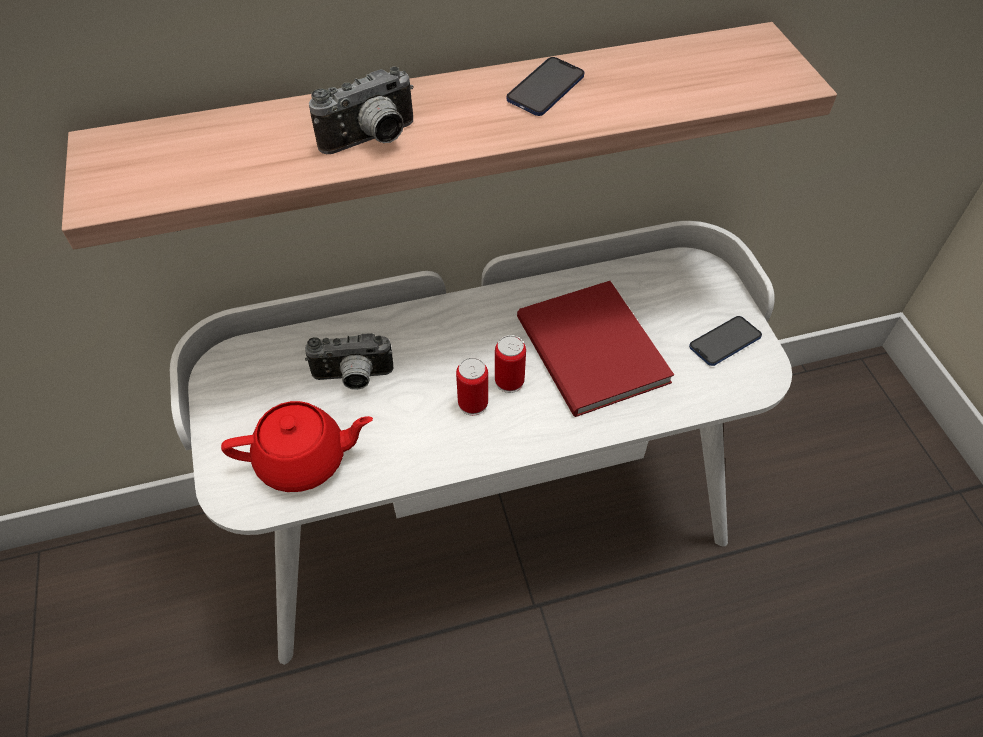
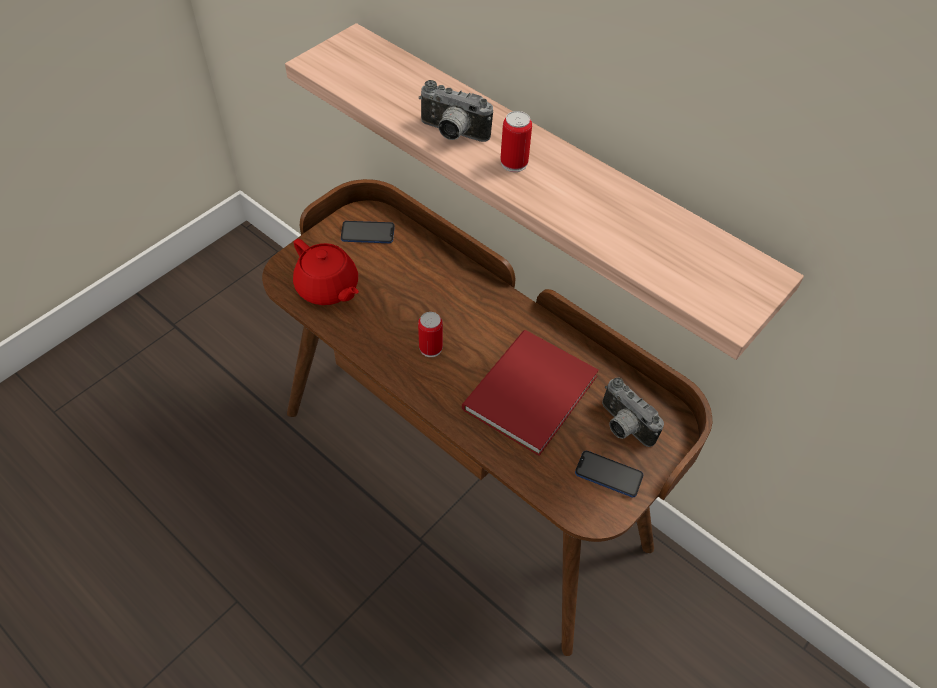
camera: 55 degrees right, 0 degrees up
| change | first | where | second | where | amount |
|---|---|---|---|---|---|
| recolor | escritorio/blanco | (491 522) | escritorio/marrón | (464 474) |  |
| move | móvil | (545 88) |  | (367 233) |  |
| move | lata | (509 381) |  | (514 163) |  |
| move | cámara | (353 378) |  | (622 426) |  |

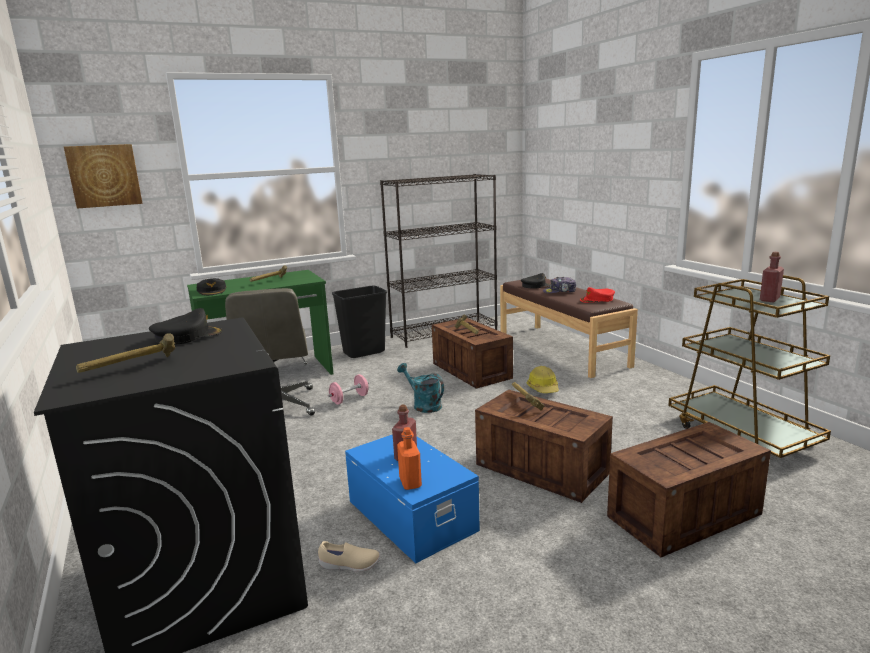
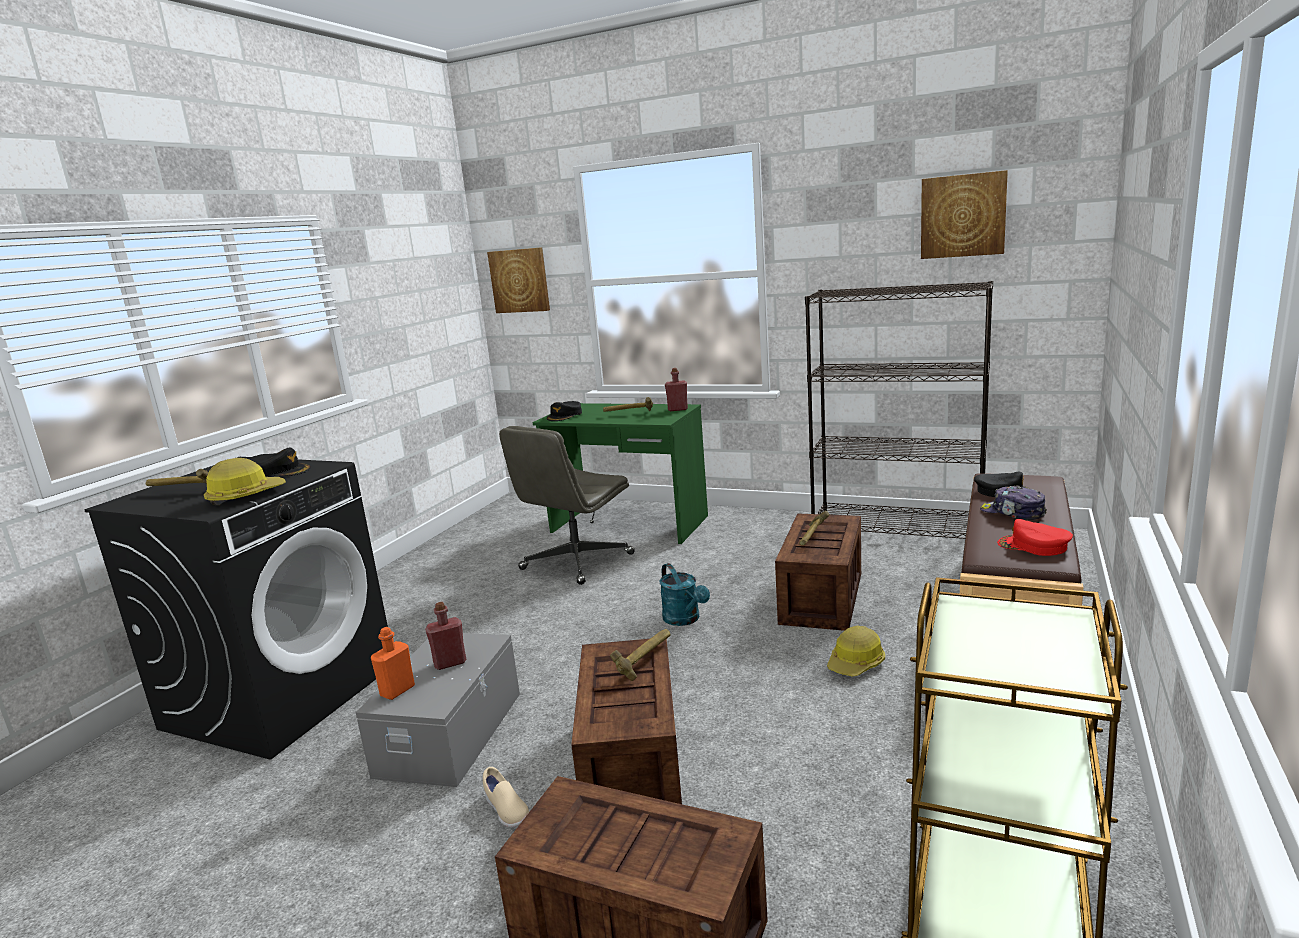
camera: 50 degrees right, 0 degrees up
| change | first | where | second | where | amount |
|---|---|---|---|---|---|
| insert |  |  | casco | (245 496) |  |
| recolor | caja de almacenaje/azul | (412 514) | caja de almacenaje/gris | (452 733) |  |
| move | zapato/beis | (349 565) |  | (506 811) |  |
| rotate | regadera/turquesa | (423 405) |  | (685 620) | 150 degrees clockwise |
| move | botella/rojo | (769 299) |  | (677 409) |  |
| insert |  |  | cuadro | (963 216) |  |
| delete | mancuerna/rosa | (349 399) |  |  |  |
| delete | papelera/negro | (364 352) |  |  |  |

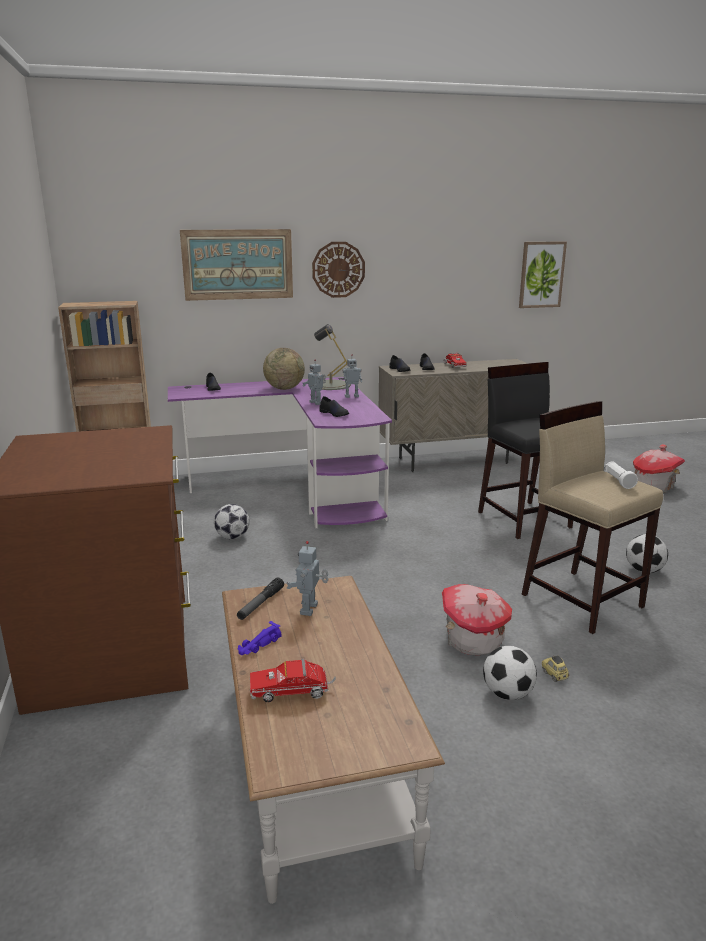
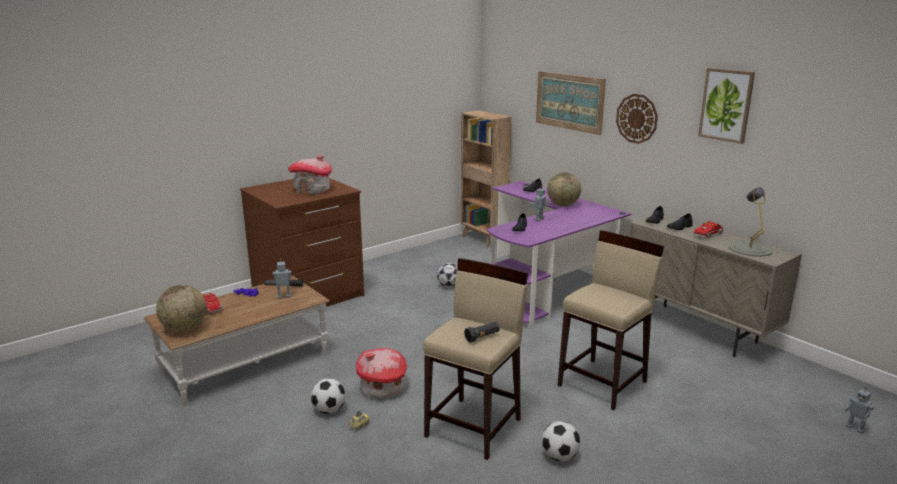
camera: 65 degrees right, 0 degrees up
| change | first | where | second | where | amount |
|---|---|---|---|---|---|
| insert |  |  | globo terráqueo | (184 328) |  |
| move | casita | (653 486) |  | (312 190) |  |
| recolor | linterna/blanco | (618 481) | linterna/negro | (482 337) |  |
| recolor | taburete/negro | (524 519) | taburete/beis | (603 383) |  |
| move | cuadro | (541 274) |  | (726 105) |  |
| move | lámpara de mesa/gris | (330 385) |  | (750 248) |  |
| move | robot de juguete | (351 396) |  | (855 428) |  |

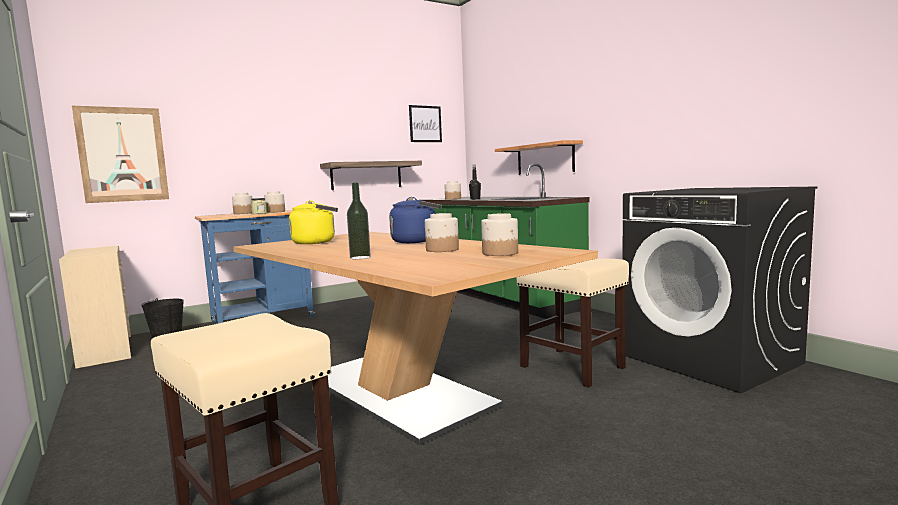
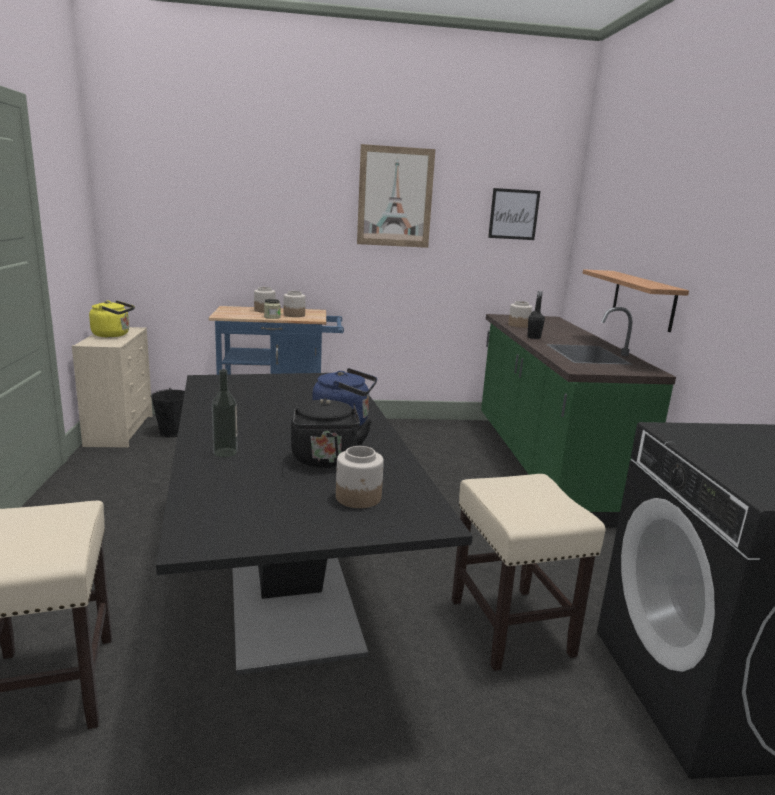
camera: 25 degrees right, 10 degrees up
| change | first | where | second | where | amount |
|---|---|---|---|---|---|
| move | hervidor/amarillo | (316 242) |  | (113 335) |  |
| recolor | mesa de comedor/beis | (396 392) | mesa de comedor/negro | (289 586) |  |
| replace | tarro | (442 250) | hervidor/negro | (325 461) |  |
| move | cuadro | (122 154) |  | (395 197) |  |
| delete | estante | (366 175) |  |  |  |

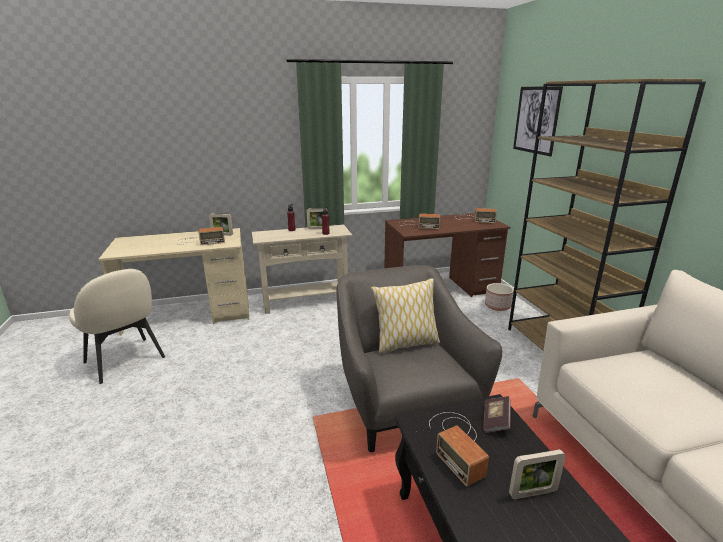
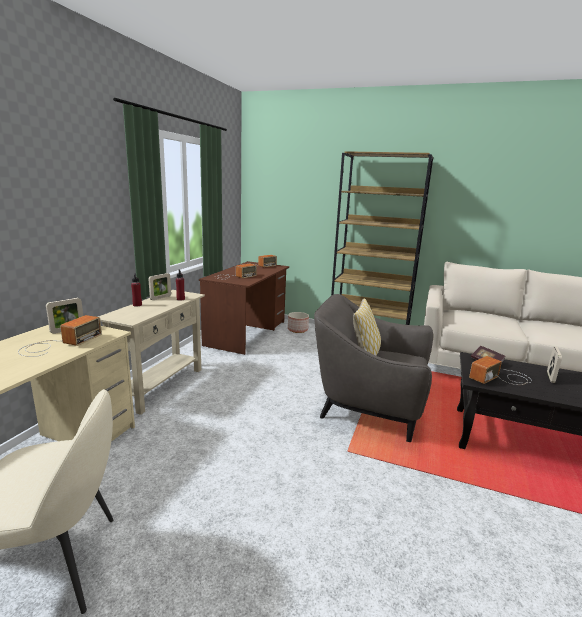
camera: 55 degrees left, 5 degrees down
| change | first | where | second | where | amount |
|---|---|---|---|---|---|
| rotate | radio | (457 443) |  | (502 378) | 135 degrees clockwise |
| delete | cuadro | (536 120) |  |  |  |

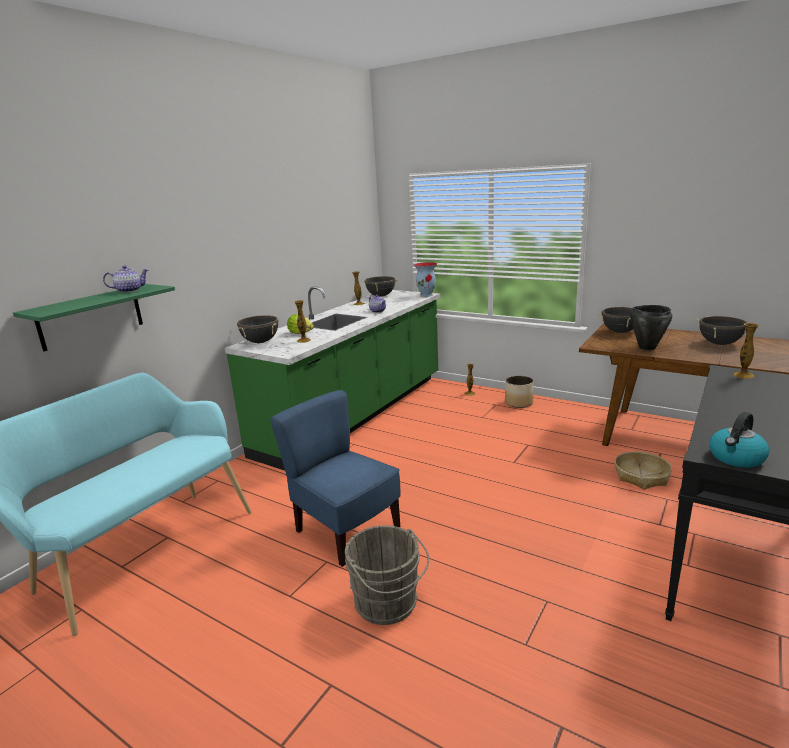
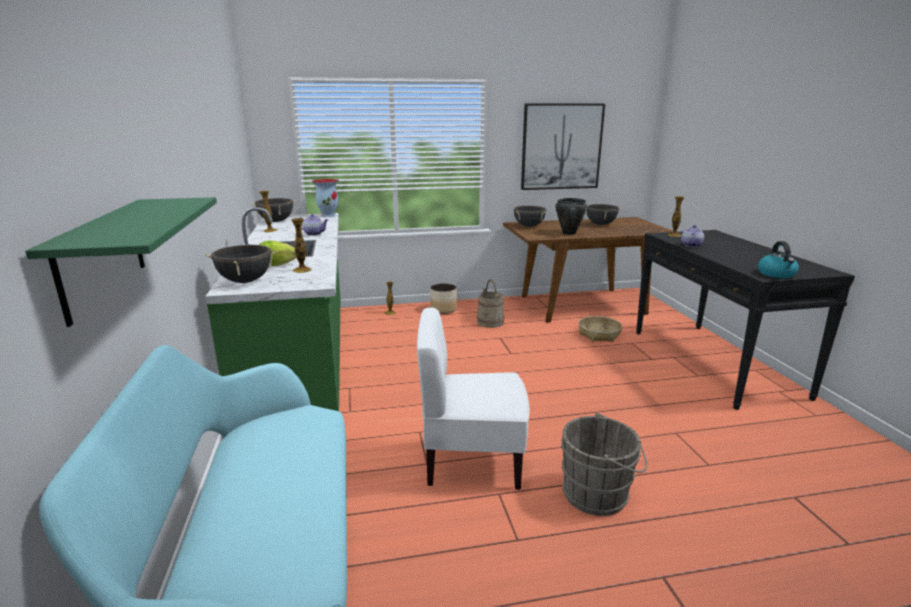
camera: 45 degrees left, 0 degrees up
| change | first | where | second | where | amount |
|---|---|---|---|---|---|
| recolor | silla/azul | (346 531) | silla/blanco | (471 461) |  |
| insert |  |  | cubo/beis | (490 322) |  |
| insert |  |  | cuadro | (561 147) |  |
| move | tetera | (129 290) |  | (690 245) |  |

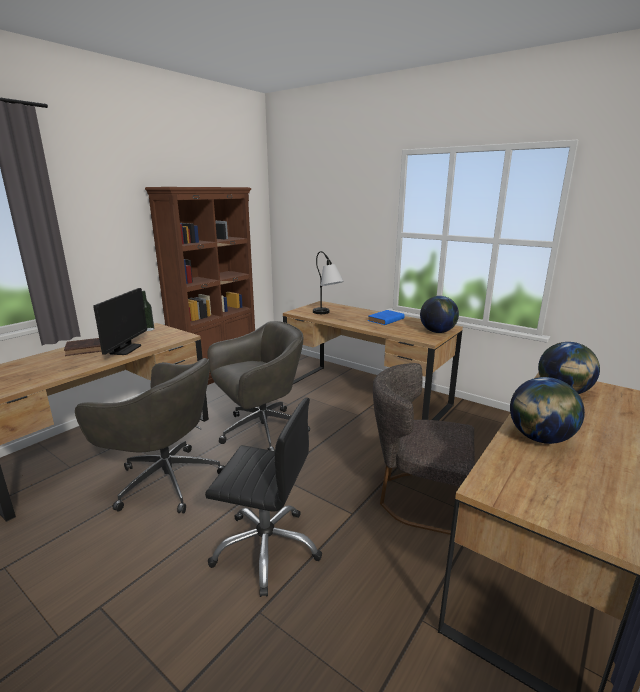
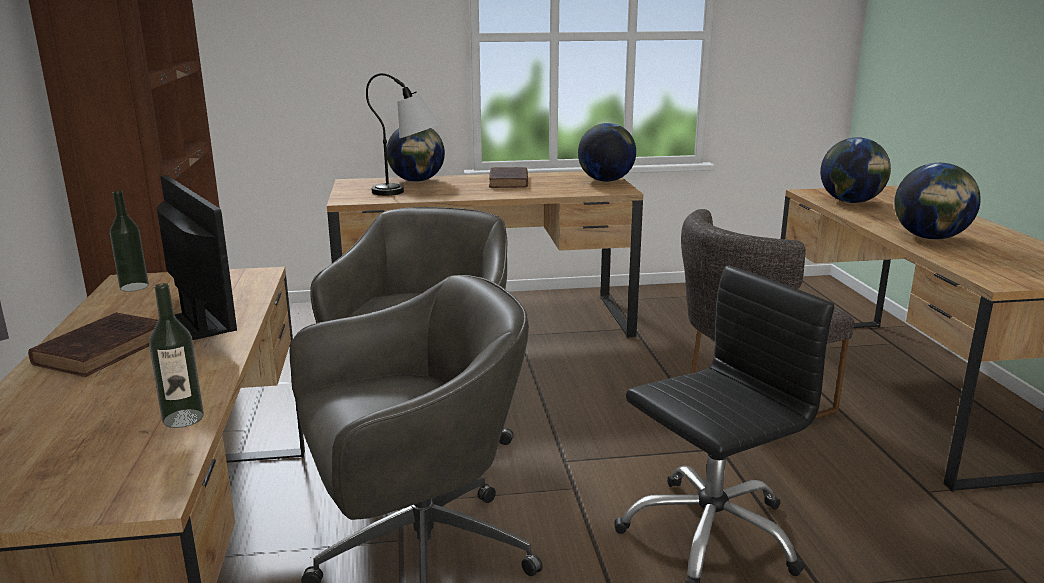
camera: 45 degrees left, 0 degrees up
| change | first | where | second | where | amount |
|---|---|---|---|---|---|
| insert |  |  | botella | (183 418) |  |
| insert |  |  | globo terráqueo | (417 181) |  |
| recolor | libro/azul | (385 320) | libro/marrón | (508 182) |  |

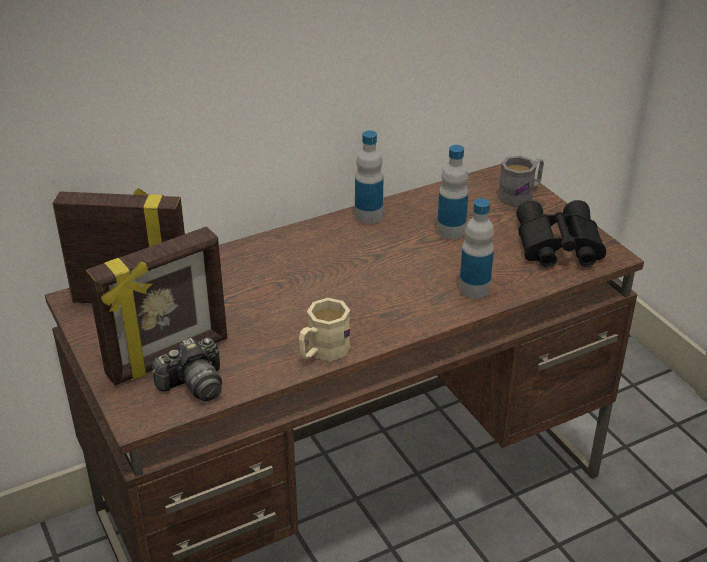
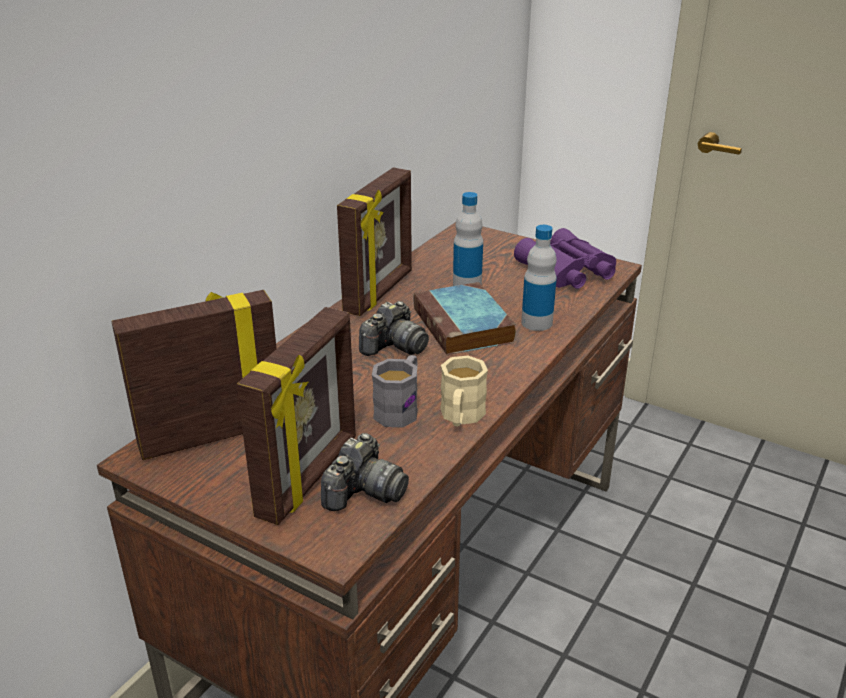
camera: 30 degrees left, 5 degrees down
| change | first | where | second | where | amount |
|---|---|---|---|---|---|
| replace | botella | (368 215) | portarretratos | (380 292) |  |
| insert |  |  | cámara | (394 346) |  |
| move | taza grande/gris | (521 195) |  | (400 408) |  |
| insert |  |  | libro | (464 327) |  |
| recolor | prismáticos/negro | (556 246) | prismáticos/morado | (565 272) |  |

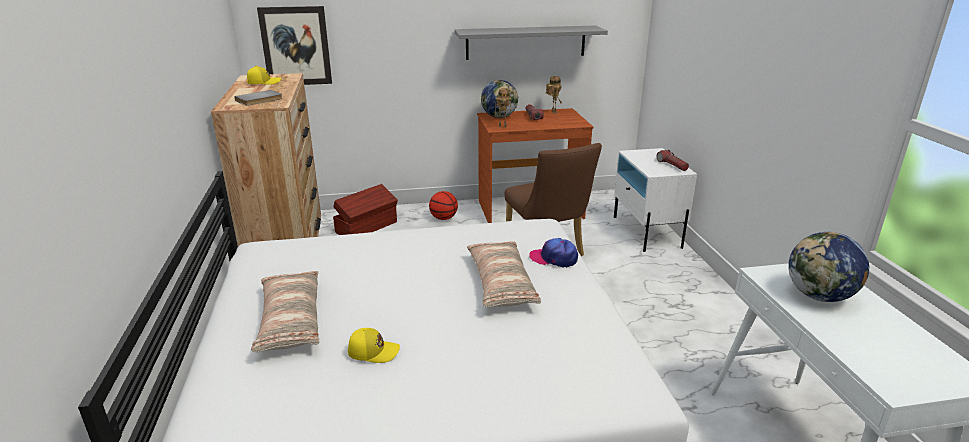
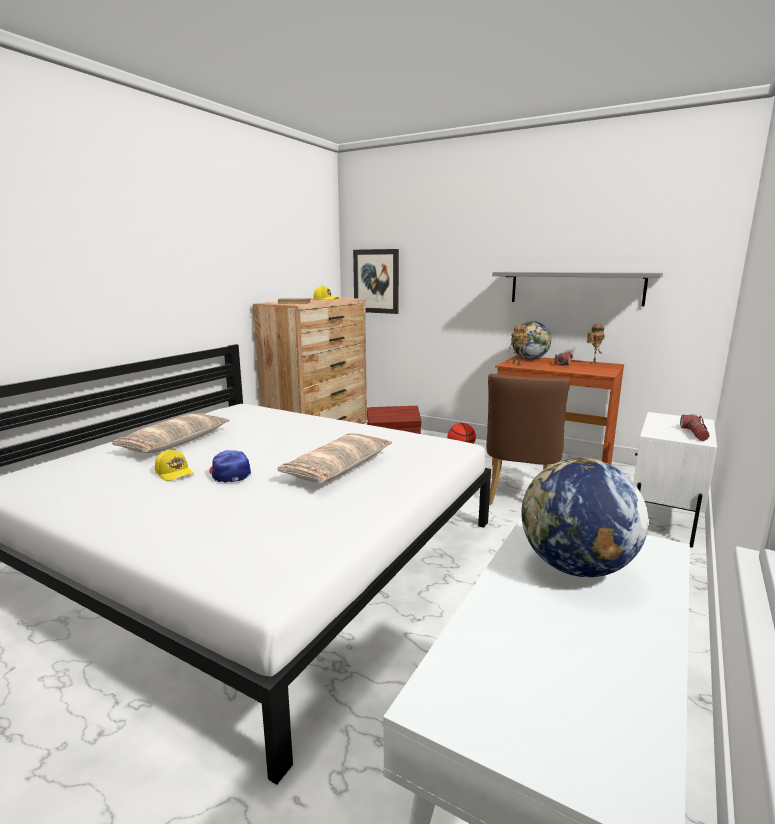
camera: 40 degrees right, 10 degrees down
| change | first | where | second | where | amount |
|---|---|---|---|---|---|
| move | gorra | (554 258) |  | (230 473) |  |

